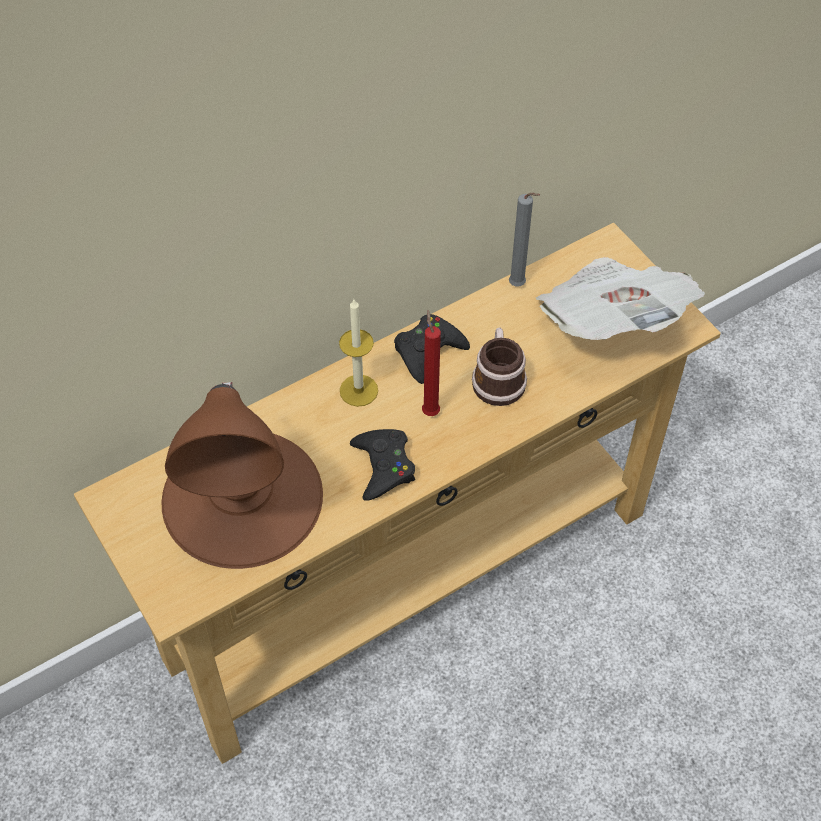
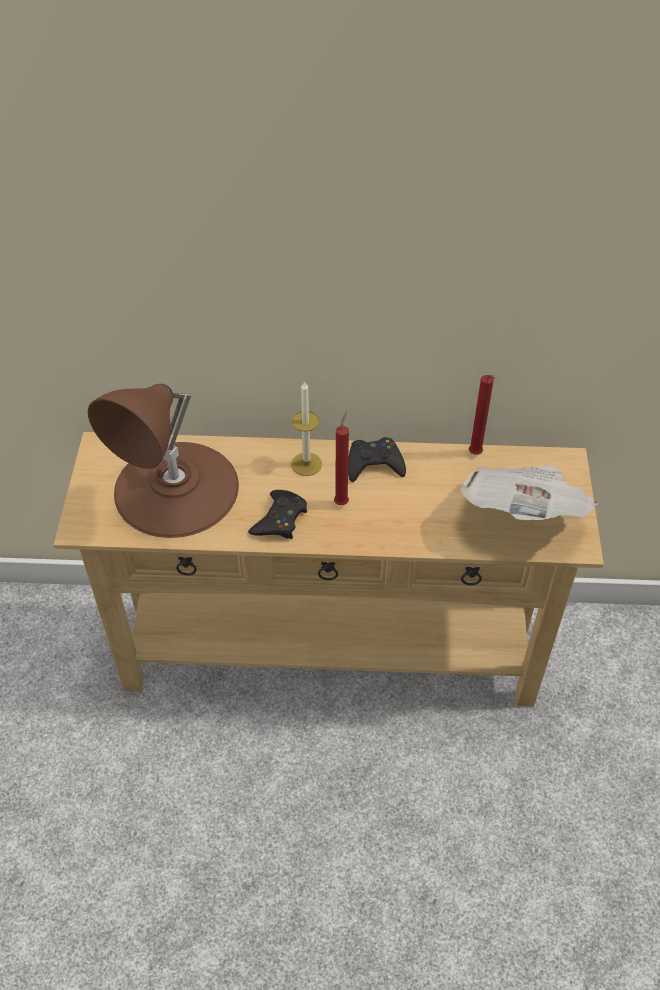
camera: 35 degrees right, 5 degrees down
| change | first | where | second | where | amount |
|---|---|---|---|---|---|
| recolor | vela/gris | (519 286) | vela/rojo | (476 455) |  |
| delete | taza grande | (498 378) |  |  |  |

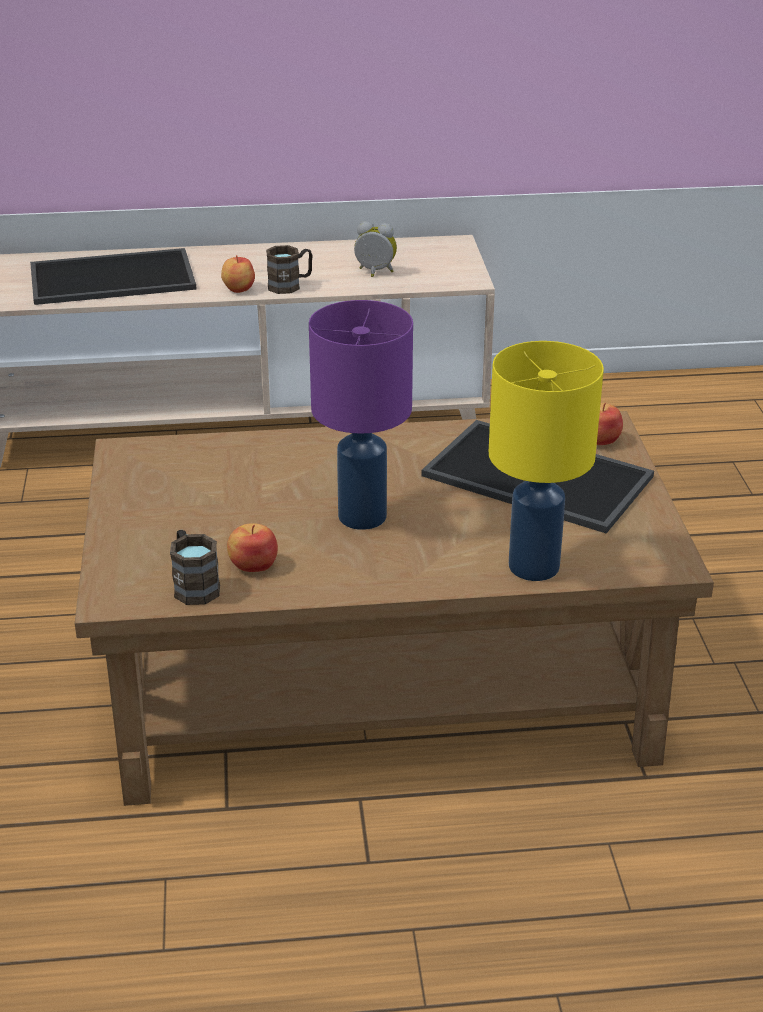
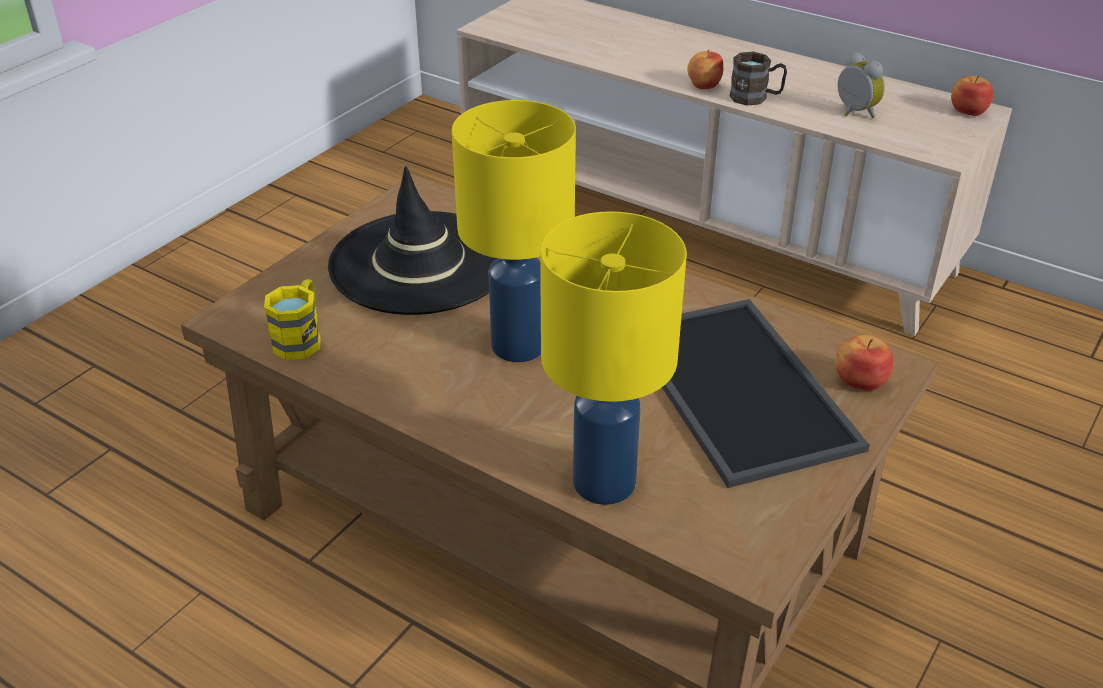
camera: 40 degrees right, 5 degrees up
| change | first | where | second | where | amount |
|---|---|---|---|---|---|
| recolor | taza grande/marrón | (193 585) | taza grande/amarillo | (301 338) |  |
| insert |  |  | sombrero/negro | (420 263) |  |
| recolor | lámpara de mesa/morado | (363 517) | lámpara de mesa/amarillo | (518 347) |  |
| move | manzana | (253 565) |  | (968 111) |  |
| delete | bandeja | (114 276) |  |  |  |

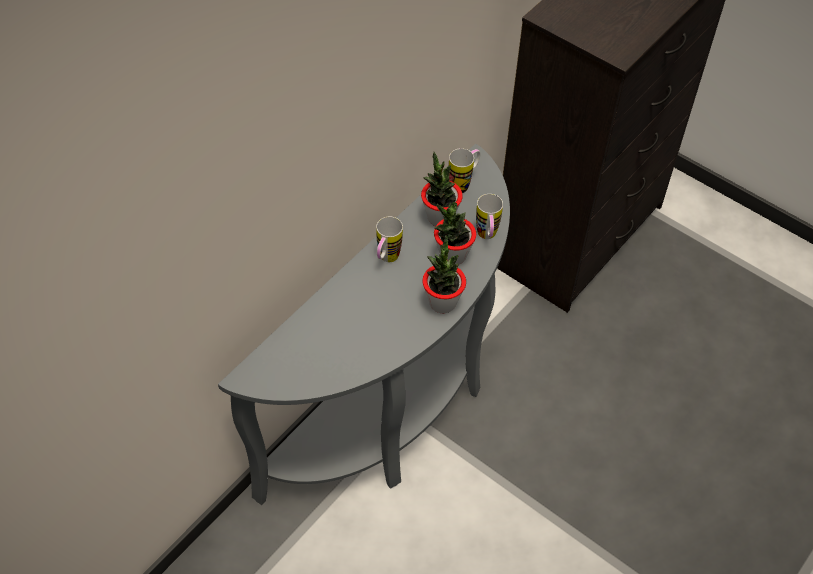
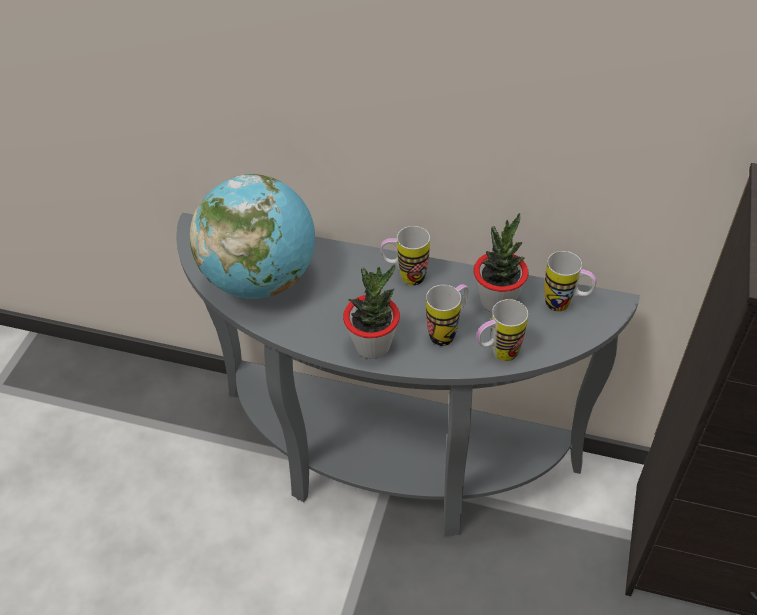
camera: 70 degrees right, 5 degrees down
| change | first | where | second | where | amount |
|---|---|---|---|---|---|
| insert |  |  | globo terráqueo | (262 279) |  |
| replace | planta en maceta | (453 255) | taza grande | (448 332) |  |

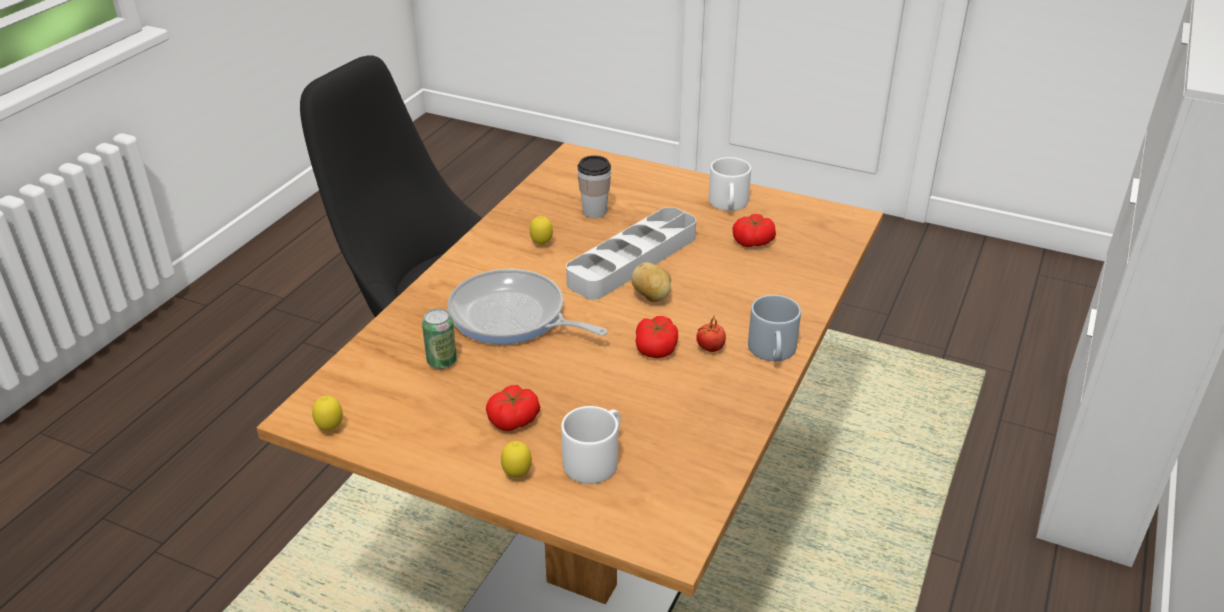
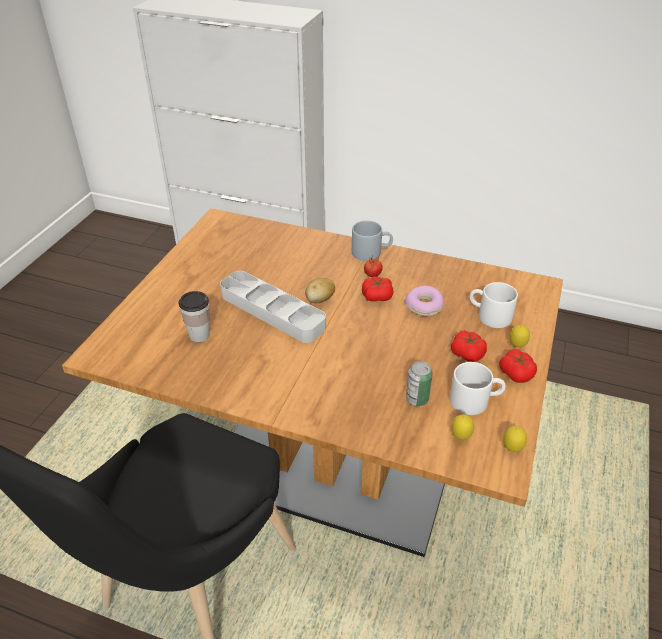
camera: 95 degrees left, 5 degrees up
| change | first | where | second | where | amount |
|---|---|---|---|---|---|
| insert |  |  | rosquilla | (424 306) |  |
| move | taza grande/blanco | (729 204) |  | (475 400) |  |
| move | limón | (541 244) |  | (460 437) |  |
| move | tomate | (753 241) |  | (516 373) |  |
| delete | sartén | (512 317) |  |  |  |

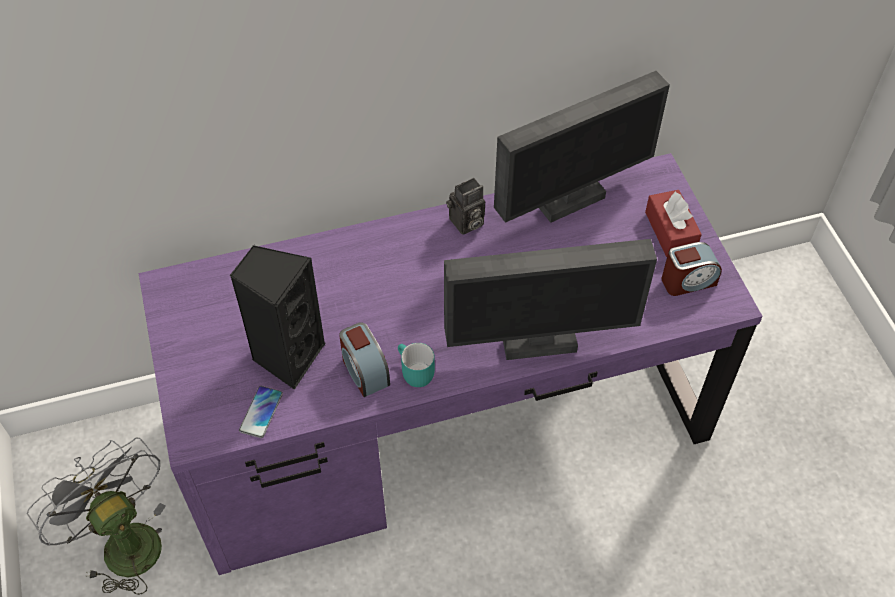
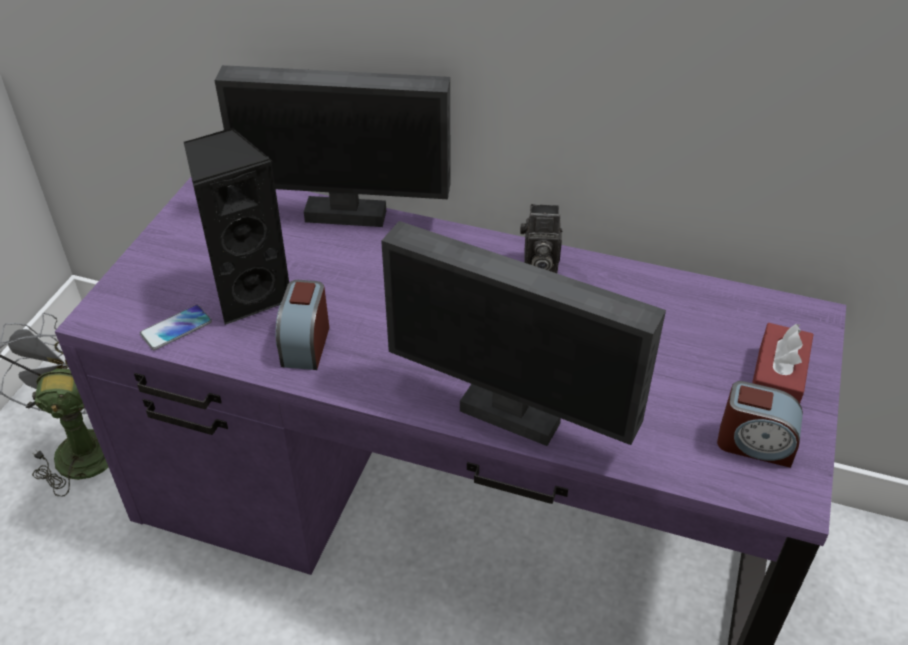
camera: 35 degrees right, 10 degrees down
| change | first | where | second | where | amount |
|---|---|---|---|---|---|
| move | monitor | (570 201) |  | (346 214) |  |
| delete | taza grande/turquesa | (413 373) |  |  |  |

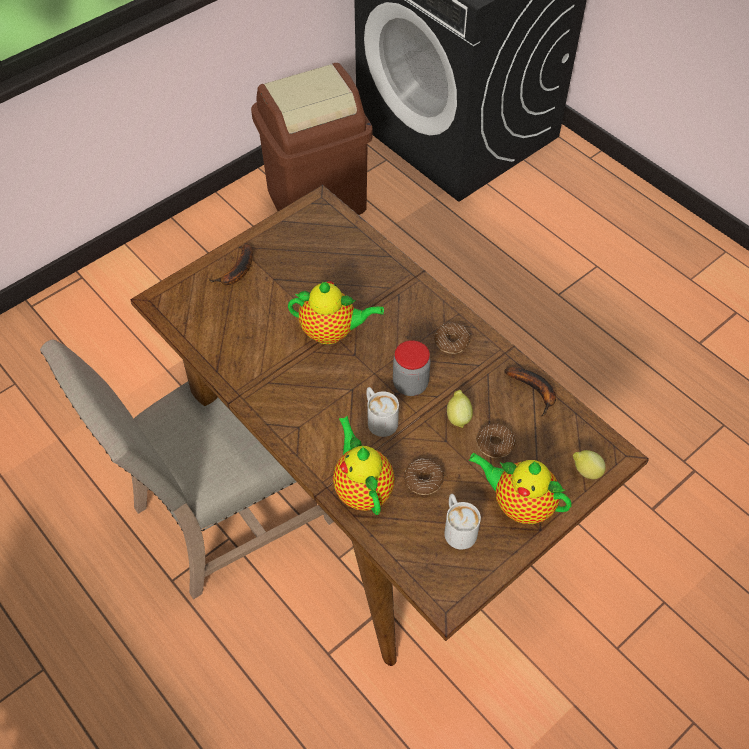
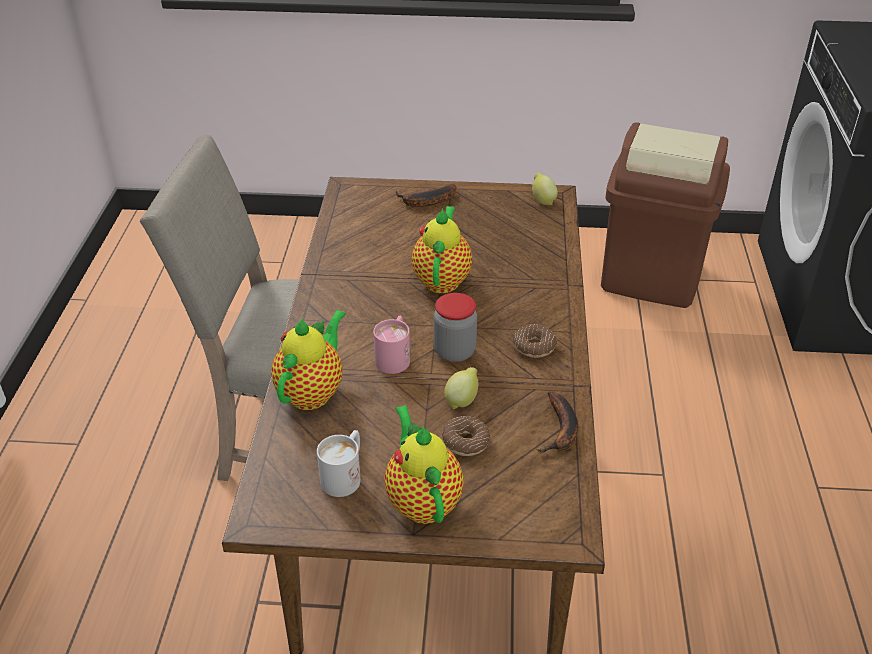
camera: 45 degrees right, 15 degrees down
| change | first | where | second | where | amount |
|---|---|---|---|---|---|
| recolor | taza grande/blanco | (379 418) | taza grande/rosa | (394 356) |  |
| rotate | tetera | (332 332) |  | (442 279) | 135 degrees counterclockwise |
| move | limón | (585 471) |  | (542 201) |  |
| delete | rosquilla | (423 480) |  |  |  |

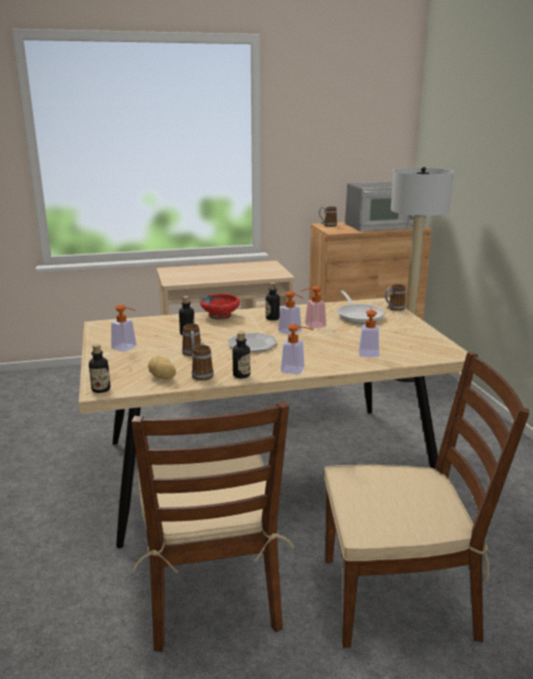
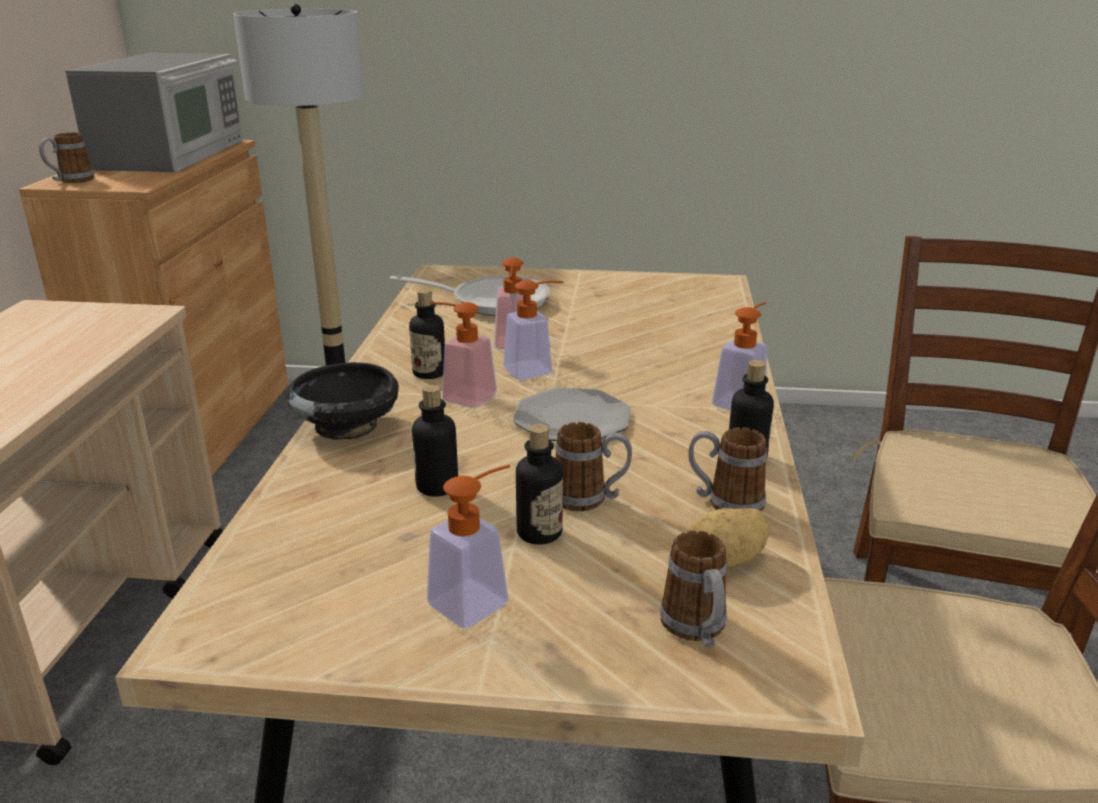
camera: 70 degrees left, 5 degrees up
| change | first | where | second | where | amount |
|---|---|---|---|---|---|
| recolor | cuenco/rojo | (220 316) | cuenco/negro | (347 426) |  |
| move | dispensador de jabón | (368 352) |  | (461 396) |  |
| move | botella | (101 389) |  | (539 533) |  |
| move | taza grande | (393 309) |  | (697 630) |  |

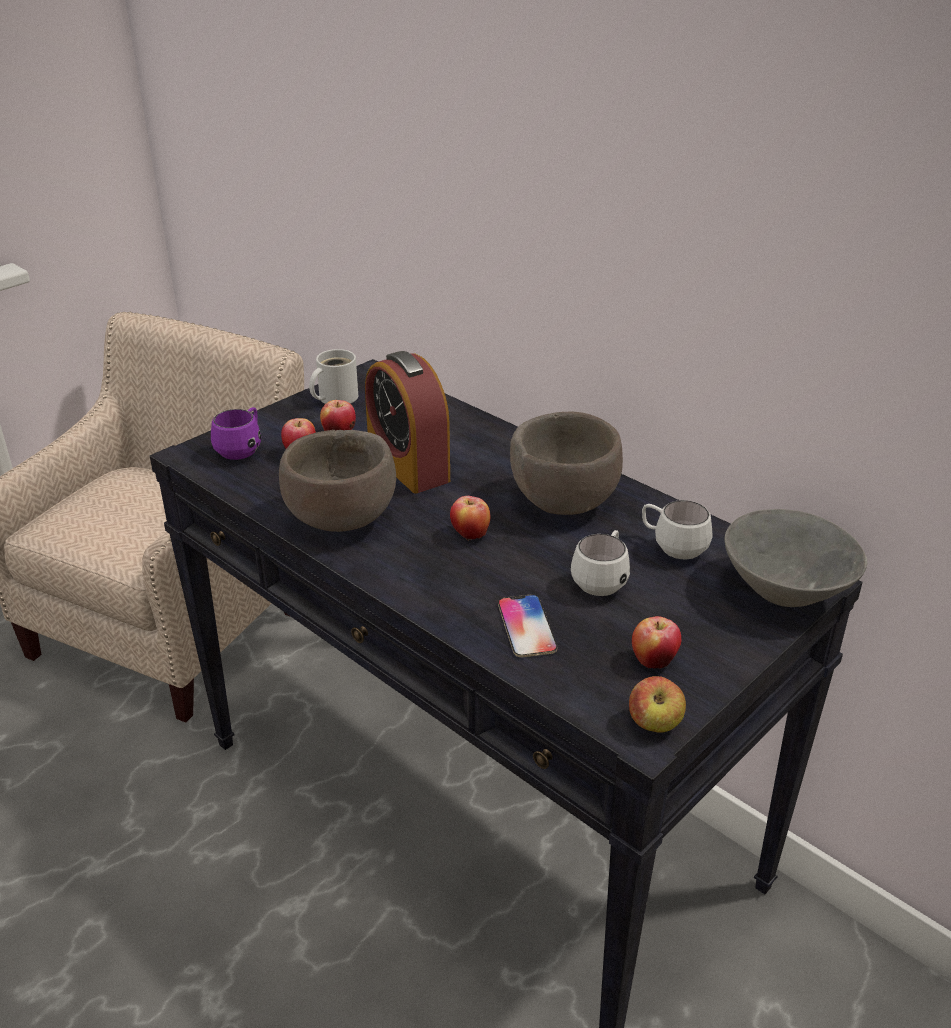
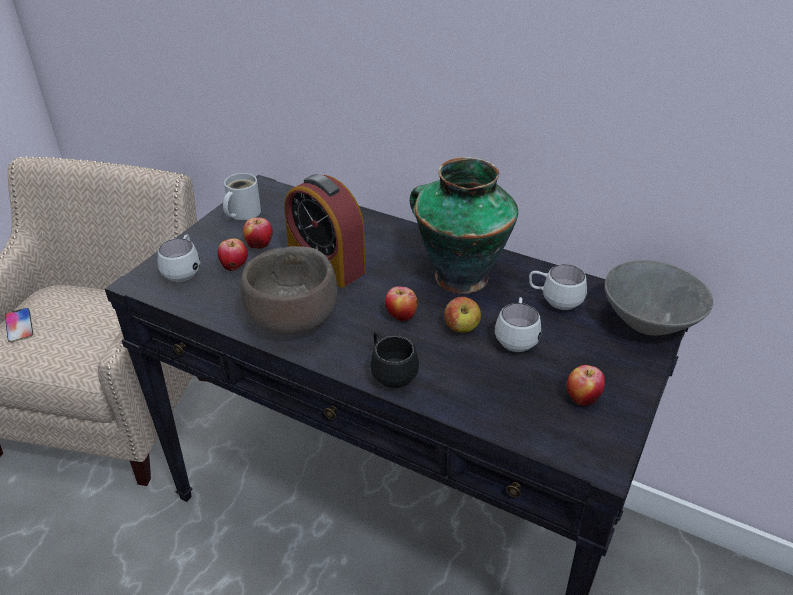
camera: 15 degrees left, 5 degrees up
| change | first | where | second | where | amount |
|---|---|---|---|---|---|
| move | móvil | (526 627) |  | (19 325) |  |
| recolor | taza grande/morado | (243 449) | taza grande/blanco | (184 271) |  |
| insert |  |  | taza grande/negro | (390 372) |  |
| replace | cuenco/marrón | (562 501) | florero | (458 276) |  |
| move | manzana | (654 724) |  | (461 328) |  |

